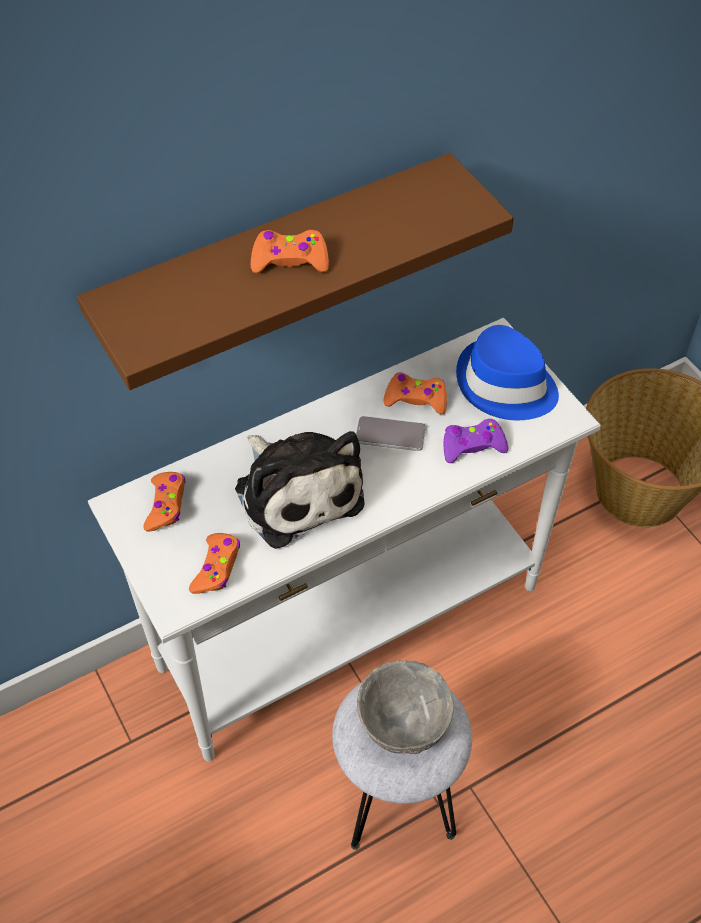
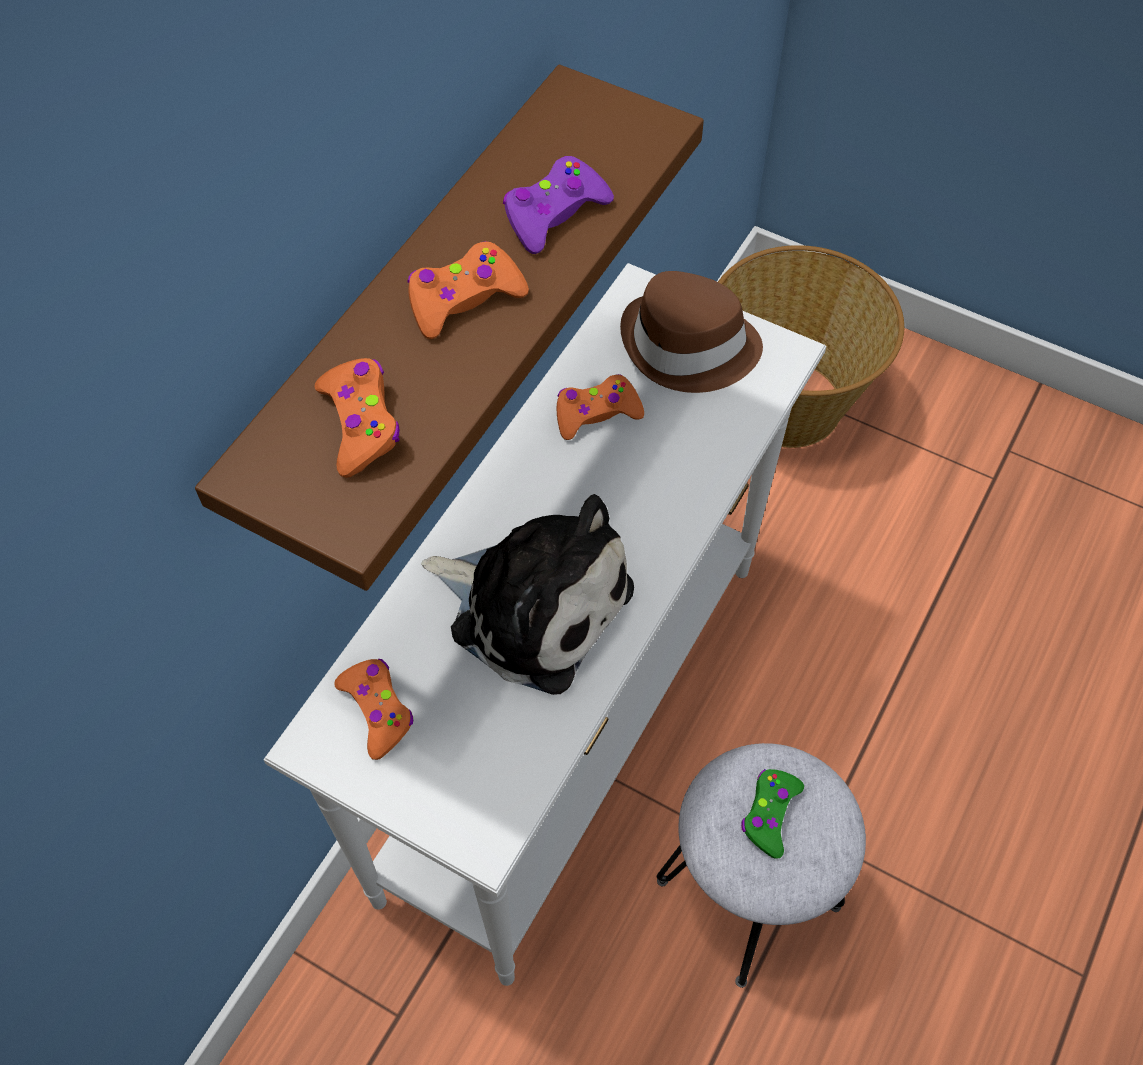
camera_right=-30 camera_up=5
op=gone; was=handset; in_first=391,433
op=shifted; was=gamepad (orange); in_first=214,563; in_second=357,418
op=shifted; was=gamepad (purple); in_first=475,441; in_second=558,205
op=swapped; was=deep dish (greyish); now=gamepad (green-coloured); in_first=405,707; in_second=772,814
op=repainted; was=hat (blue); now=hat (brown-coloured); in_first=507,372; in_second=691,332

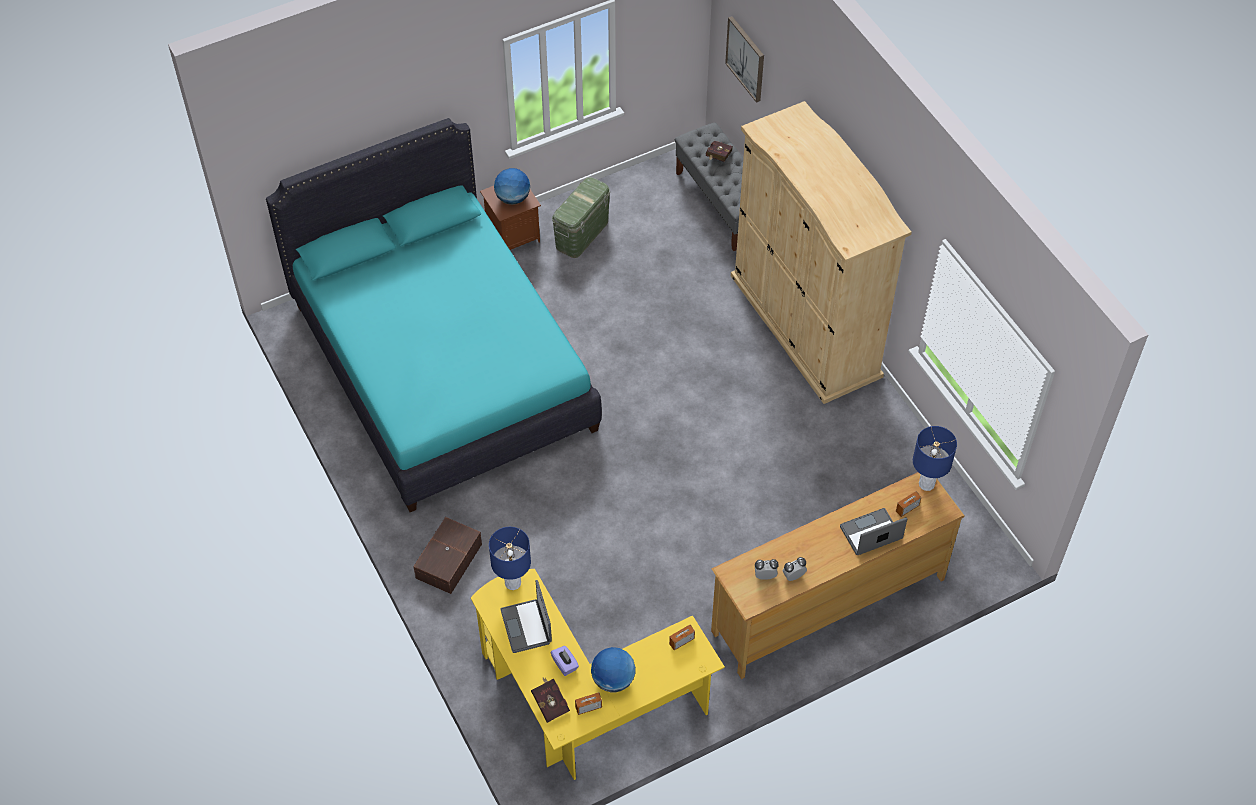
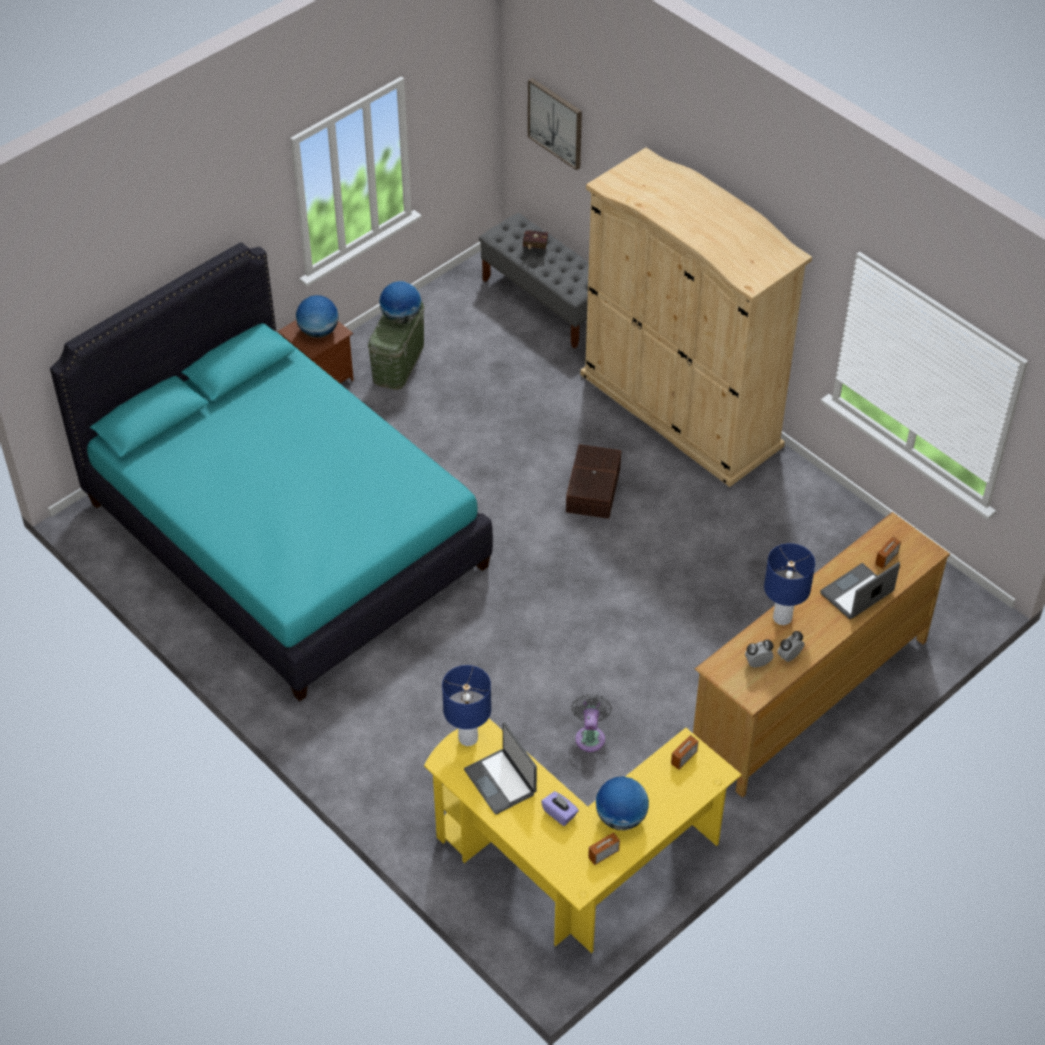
camera_right=-15 camera_up=-5
op=gone; was=book (red-coloured); in_first=550,700
op=new; now=globe; in_second=400,302
op=new; now=cooling fan (greyish); in_second=591,723
op=shifted; was=storage bin (brown-coloured); in_first=447,555; in_second=593,481
op=shifted; was=tabletop lamp (blue); in_first=935,458; in_second=789,584

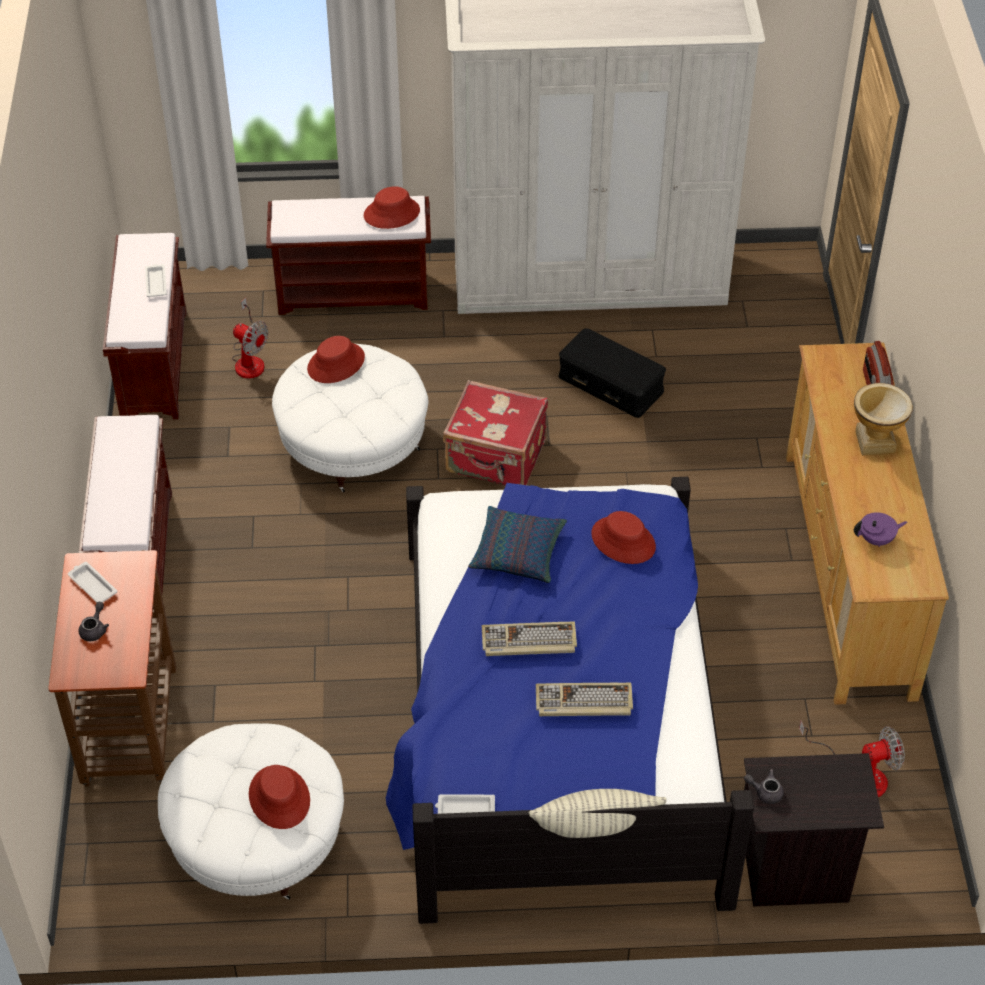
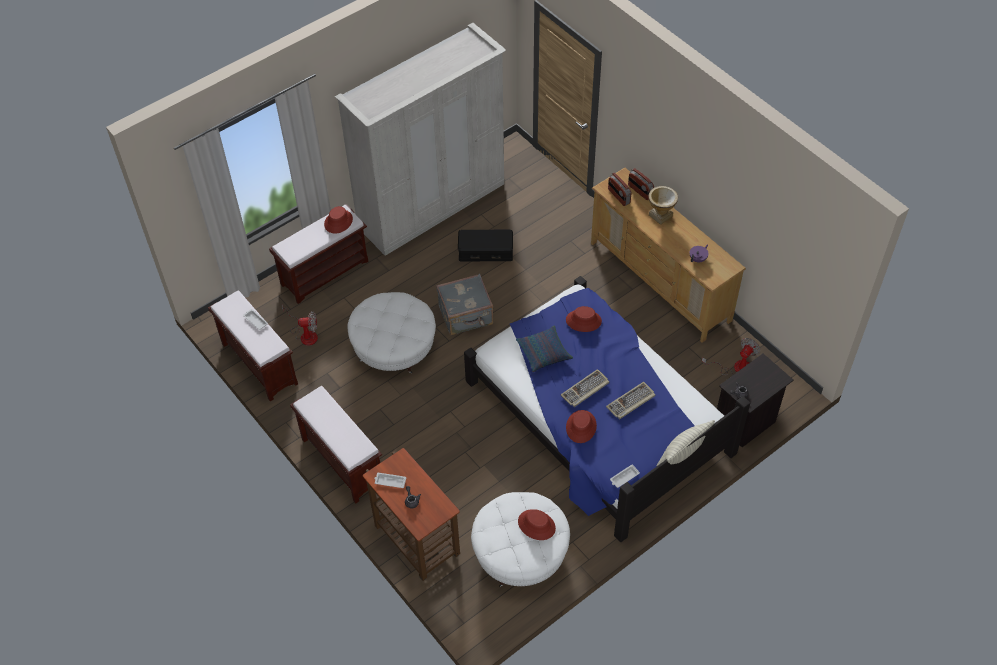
camera_right=-35 camera_up=5
op=new; now=radio; in_second=620,189
op=shifted; was=hat (red-coloured); in_first=336,359; in_second=581,426
op=repainted; was=suitcase (red-coloured); now=suitcase (greyish); in_first=495,433; in_second=464,305

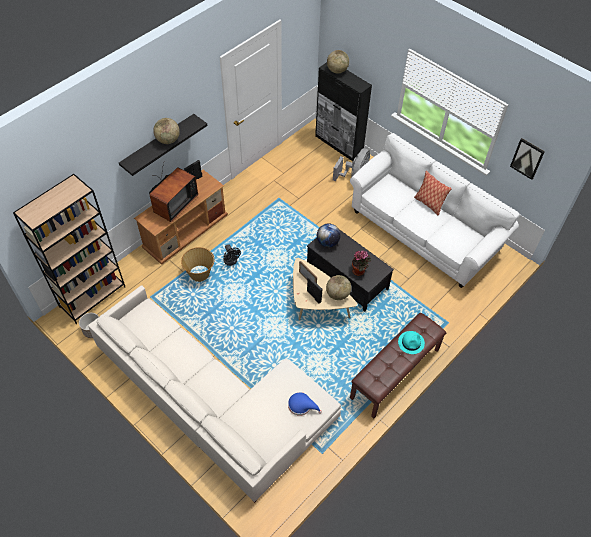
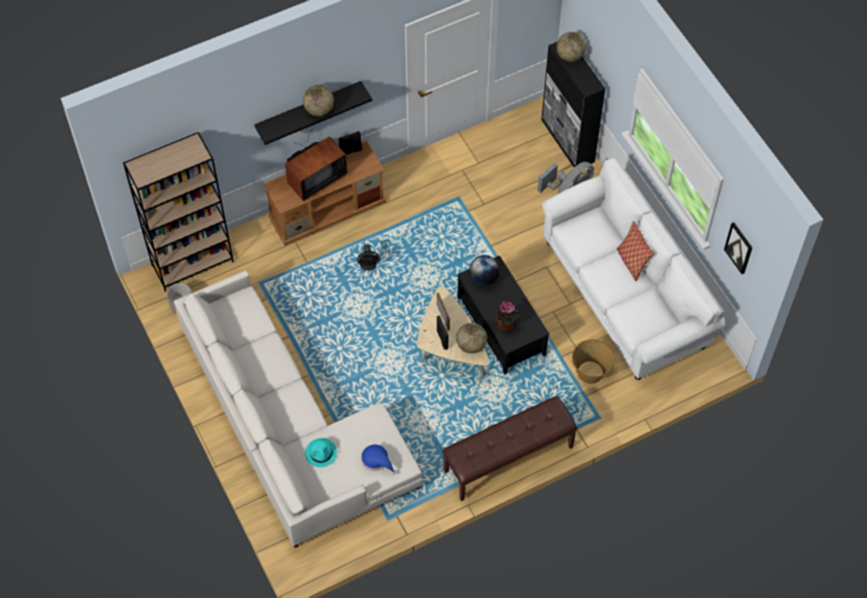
camera_right=20 camera_up=5
op=shifted; was=household basket; in_first=197,264; in_second=593,362
op=shifted; was=hat (blue-green); in_first=411,342; in_second=321,452

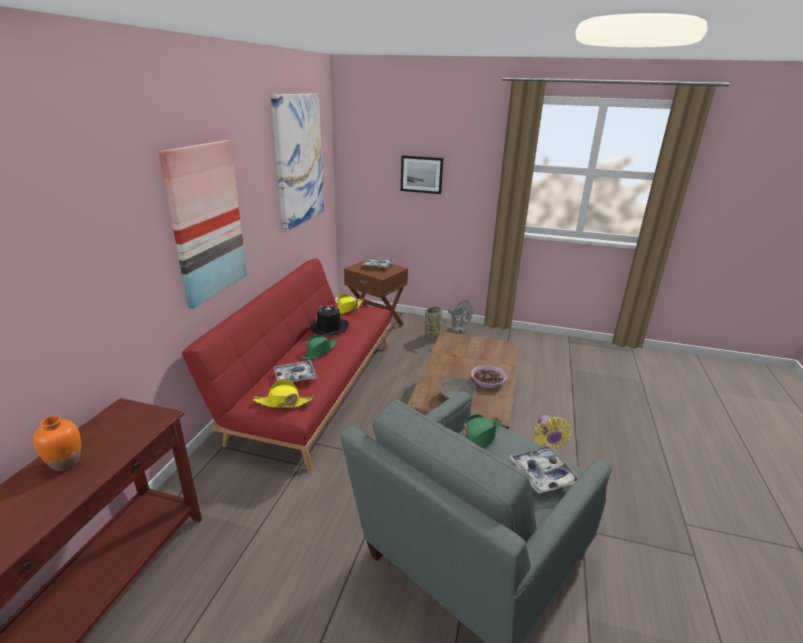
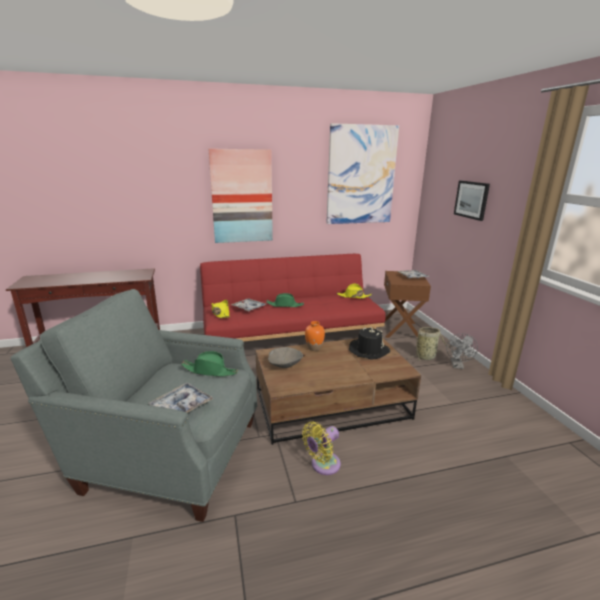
camera_right=60 camera_up=-5
op=gone; was=deep dish; in_first=489,376
op=shifted; was=decorative vase (orange); in_first=57,443; in_second=315,336
op=shifted; was=hat (black-coloured); in_first=329,320; in_second=369,343

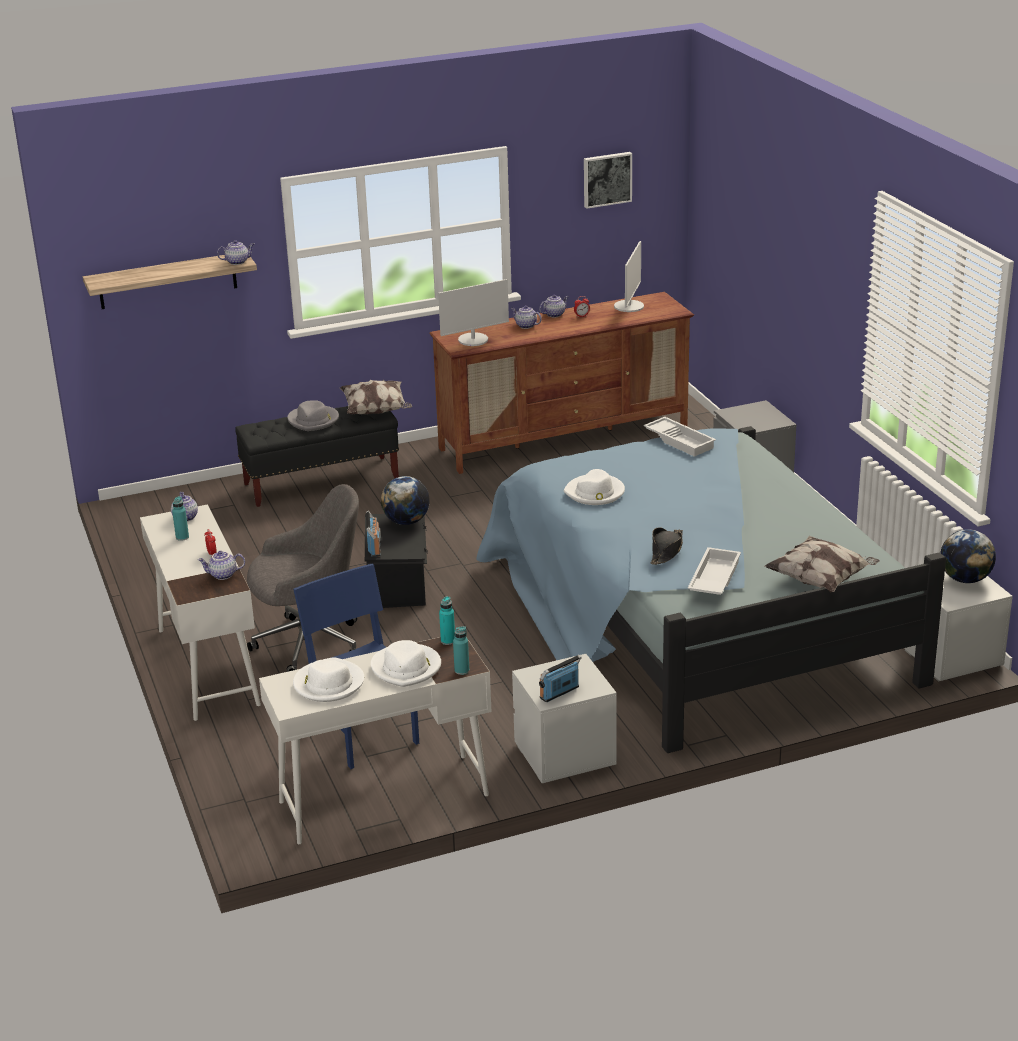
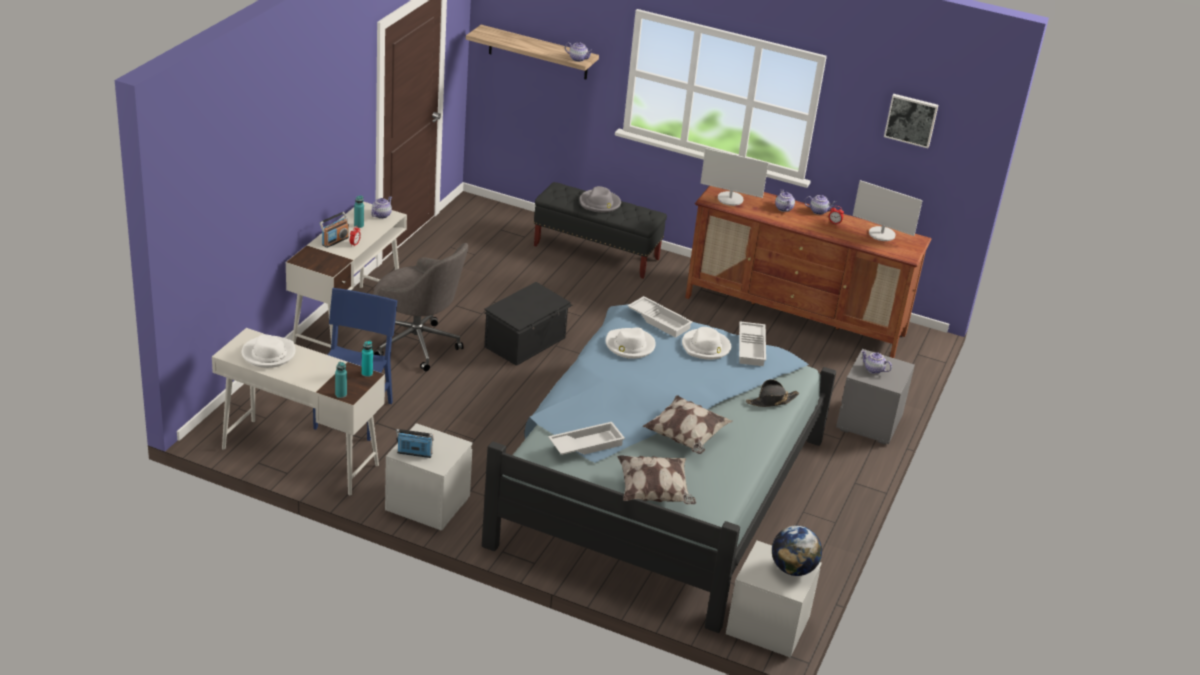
camera_right=40 camera_up=5
op=gone; was=globe; in_first=405,500
op=new; now=tray (whitish); in_second=660,317
op=shifted; was=pot for tea; in_first=221,565; in_second=876,362
op=shifted; was=cushion; in_first=376,397; in_second=688,424
op=shifted; was=radio; in_first=373,533; in_second=334,230
op=shifted; was=hat (whitish); in_first=406,663; in_second=706,343
op=shifted; was=hat (black-coloured); in_first=667,546; in_second=772,393
op=rotated; was=computer screen; in_first=629,276; in_second=888,210; clockwise=60

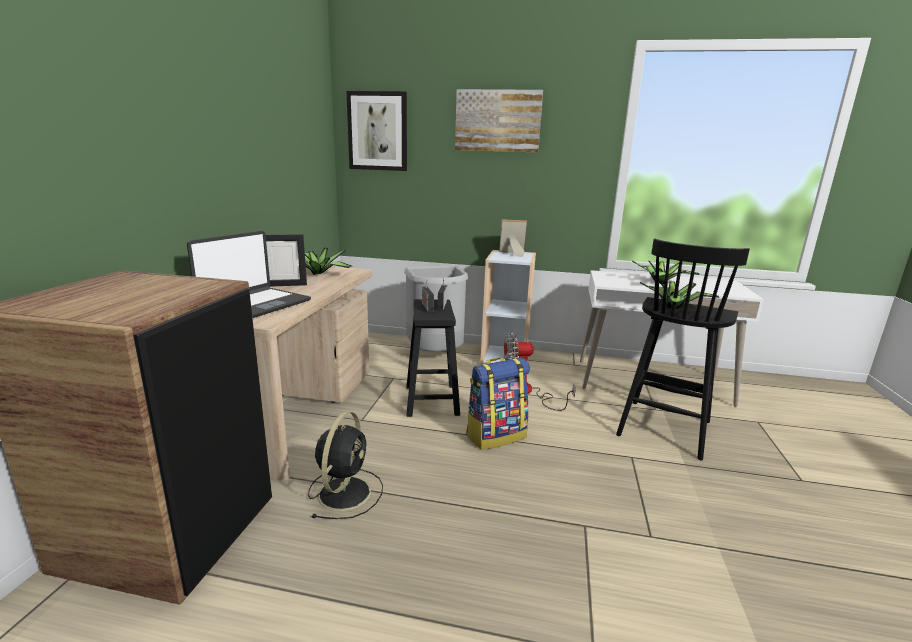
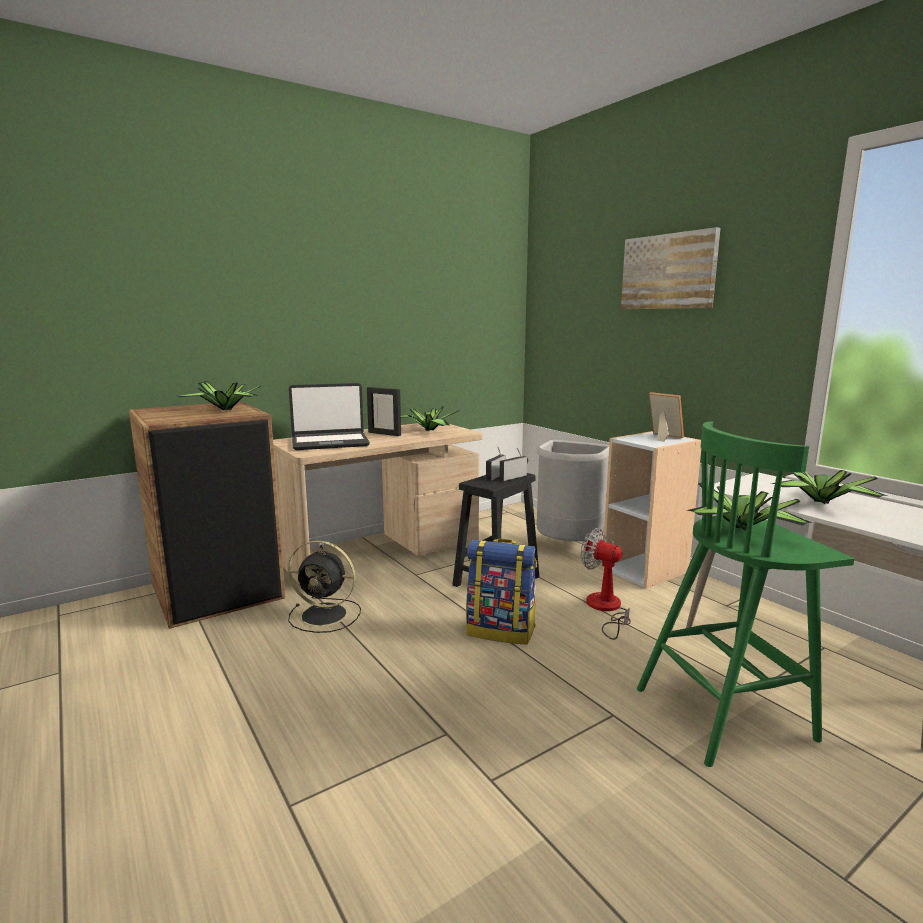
camera_right=45 camera_up=-5
op=gone; was=wall picture; in_first=377,131
op=new; now=plant in a pot; in_second=219,396
op=repainted; was=sitting stool (black-coloured); now=sitting stool (green-coloured); in_first=683,350; in_second=746,594
op=rotated; was=cooling fan (black-coloured); in_first=345,465; in_second=324,586; clockwise=45

